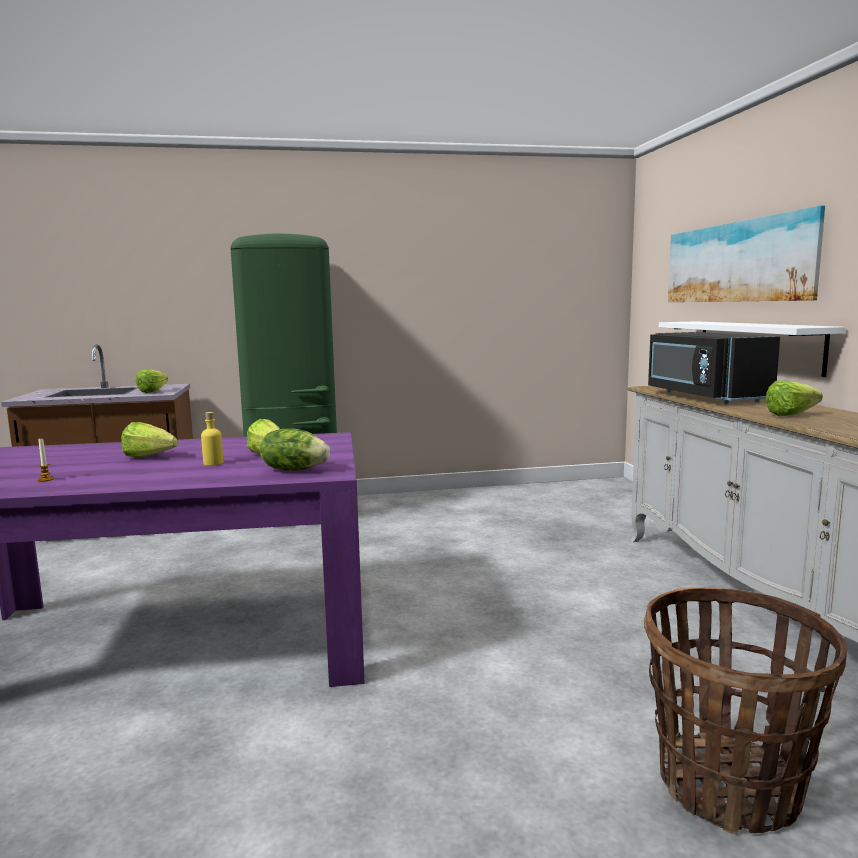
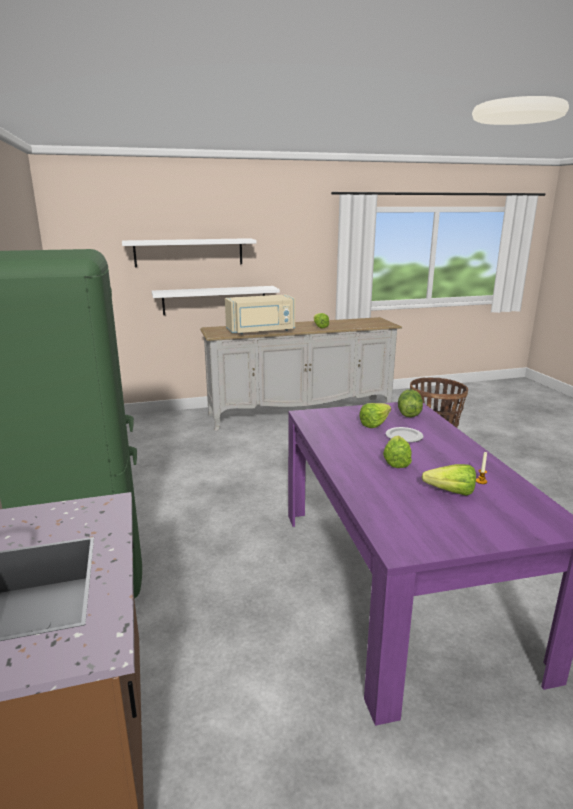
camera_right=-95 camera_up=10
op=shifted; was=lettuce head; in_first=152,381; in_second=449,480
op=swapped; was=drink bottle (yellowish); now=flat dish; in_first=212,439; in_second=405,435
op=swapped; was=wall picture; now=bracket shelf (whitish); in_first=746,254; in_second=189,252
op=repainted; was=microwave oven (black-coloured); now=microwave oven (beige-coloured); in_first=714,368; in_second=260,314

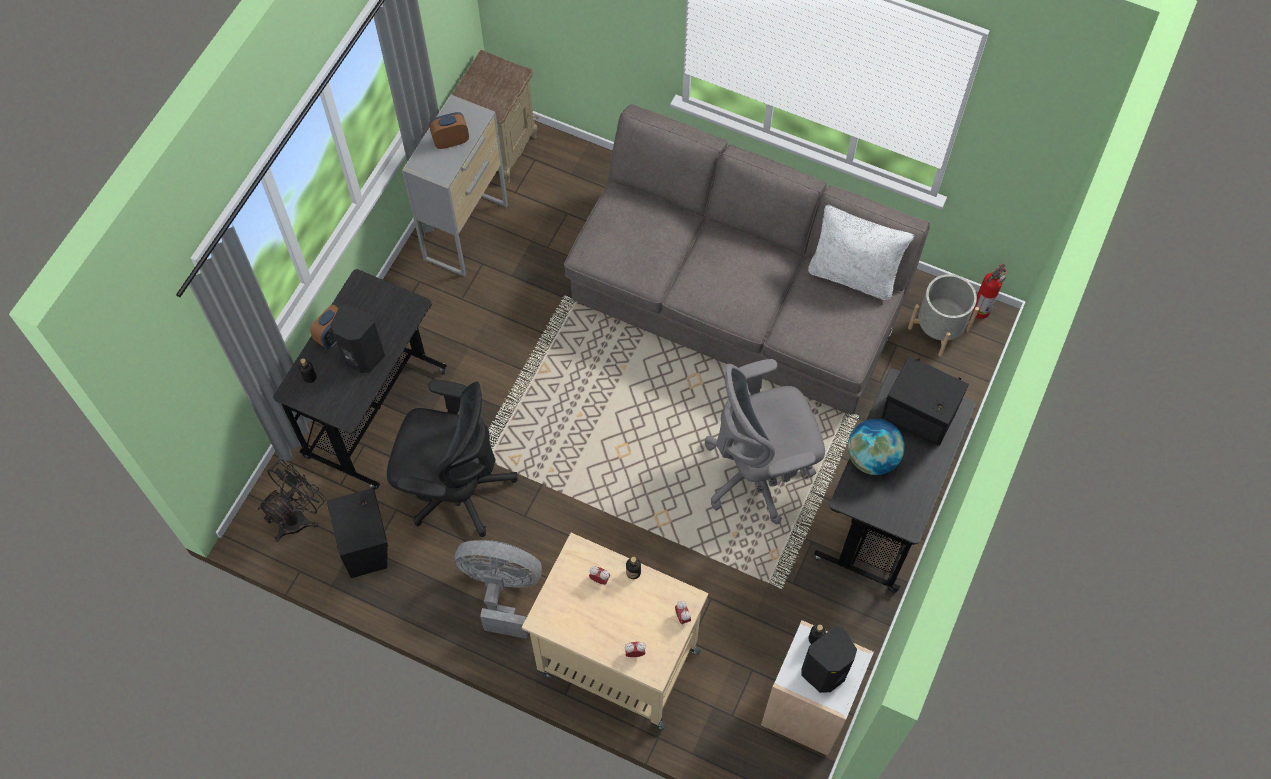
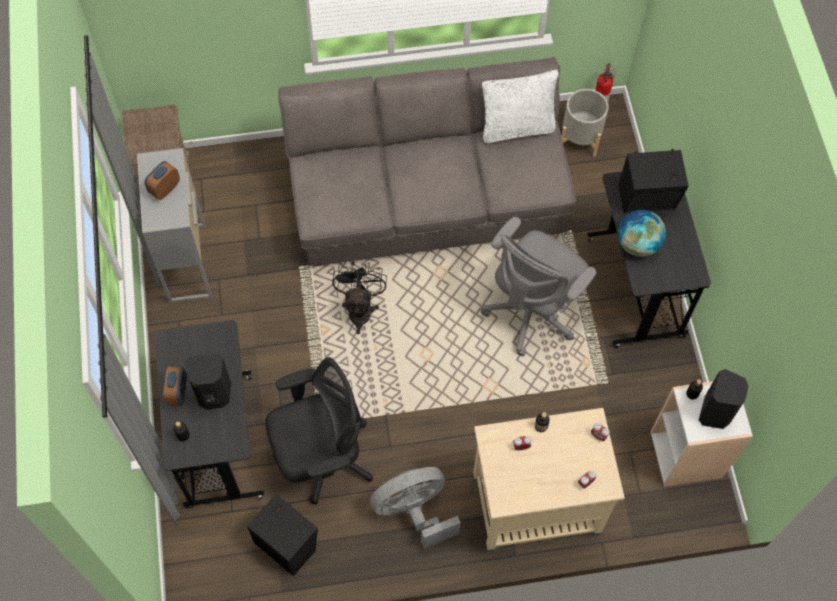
camera_right=-35 camera_up=0
op=shifted; was=cooling fan (black-coloured); in_first=292,500; in_second=359,297

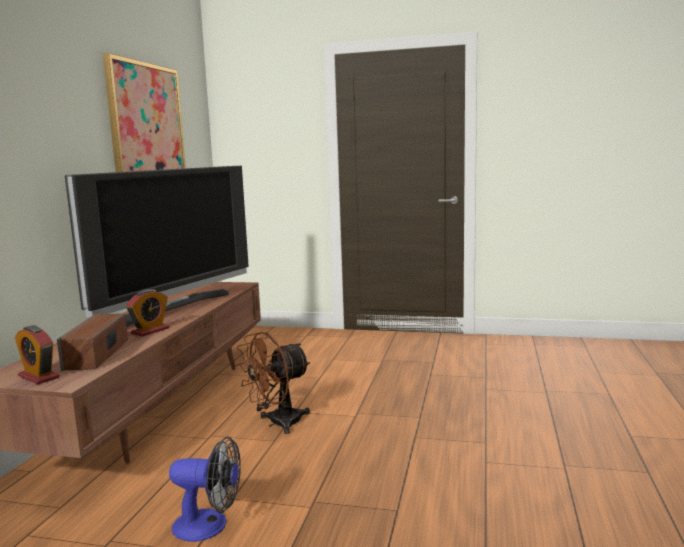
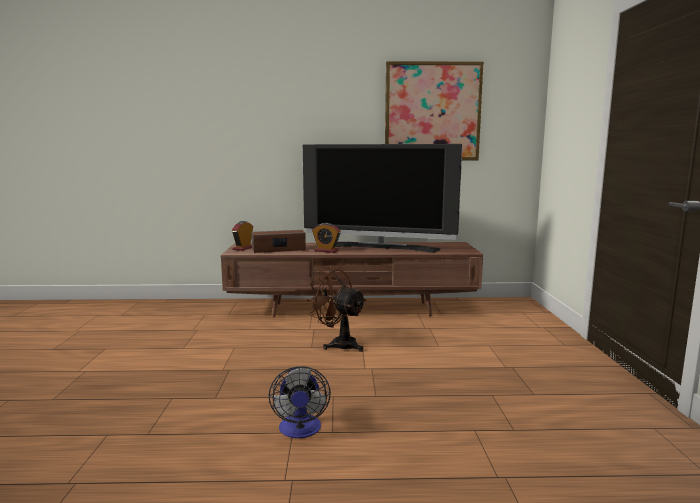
camera_right=75 camera_up=0
op=shifted; was=cooling fan; in_first=205,489; in_second=300,402

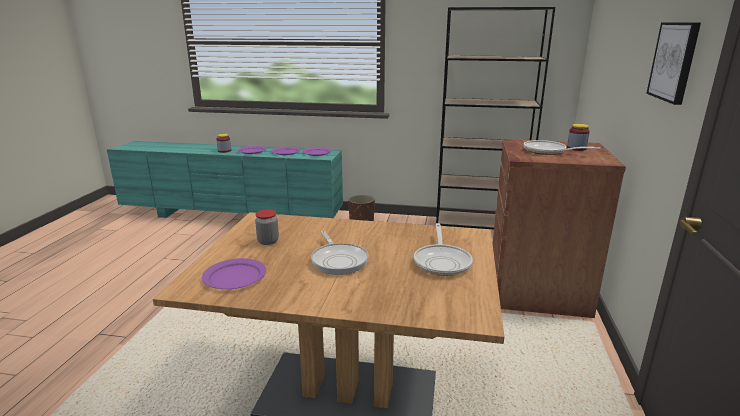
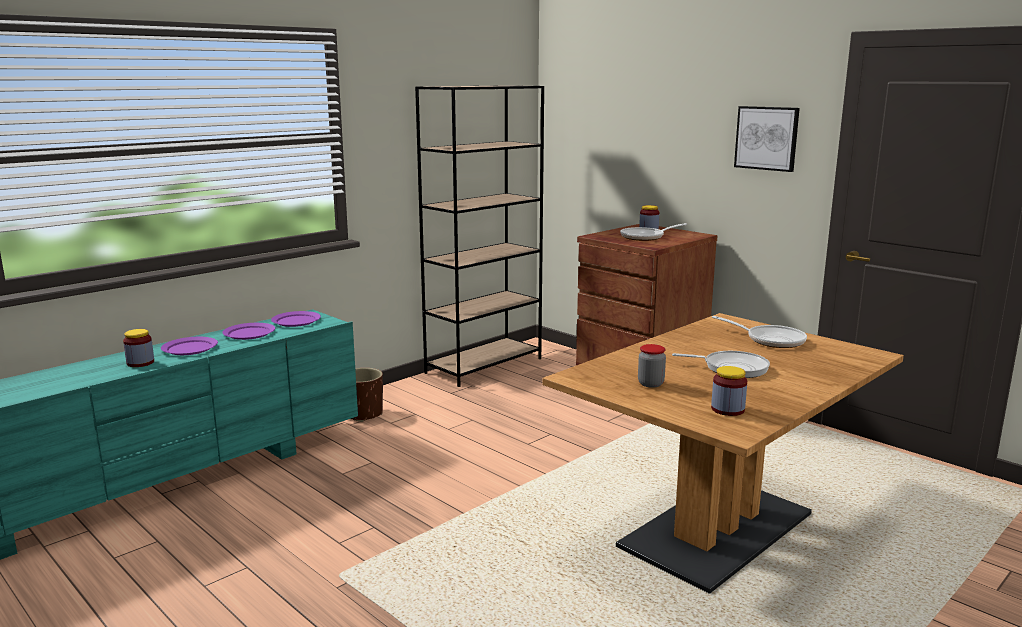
camera_right=-55 camera_up=-5
op=swapped; was=flat dish (purple); now=jar; in_first=234,273; in_second=729,391

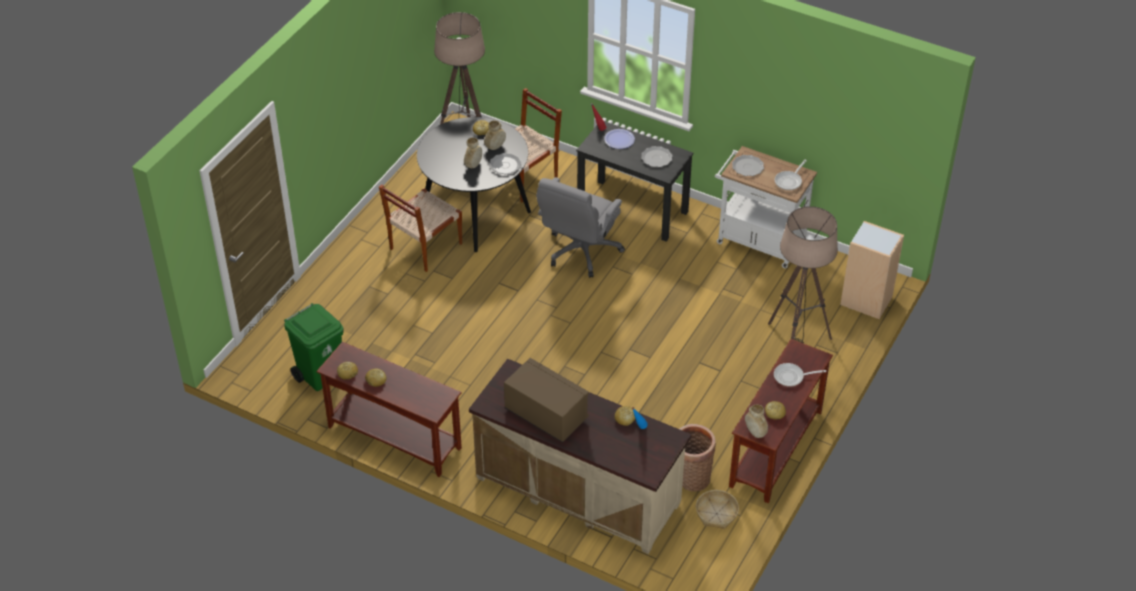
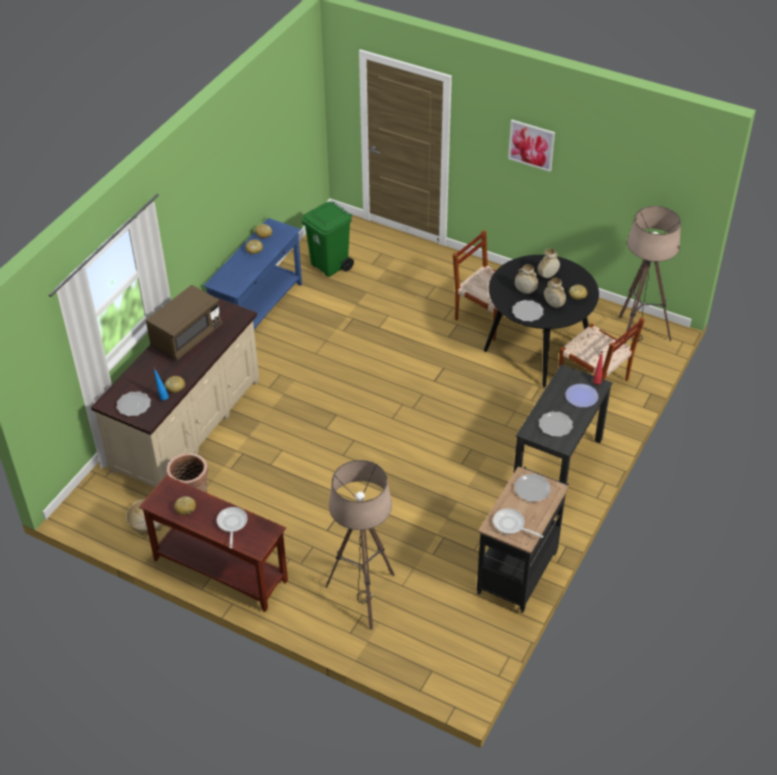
camera_right=90 camera_up=0
op=gone; was=computer chair (greyish); in_first=580,227
op=gone; was=bookshelf; in_first=872,270
op=new; now=flat dish; in_second=133,403
op=new; now=wall picture; in_second=531,146
op=shifted; was=decorative vase (beige-coloured); in_first=756,421; in_second=549,263
op=repainted; was=console table (brown-coloured); now=console table (blue); in_first=389,409; in_second=252,274
op=repainted; was=trolley (whitish); now=trolley (black-coloured); in_first=766,207; in_second=523,539

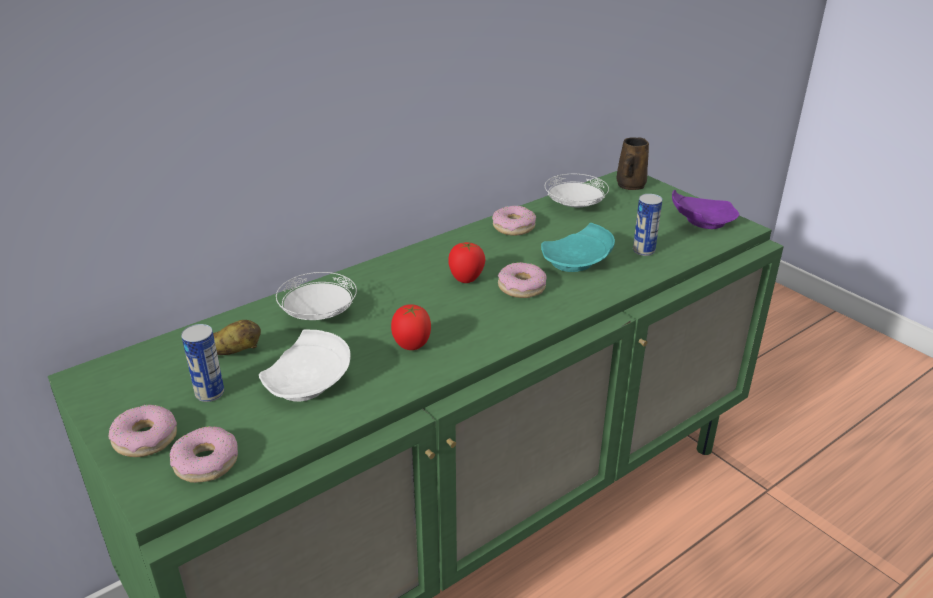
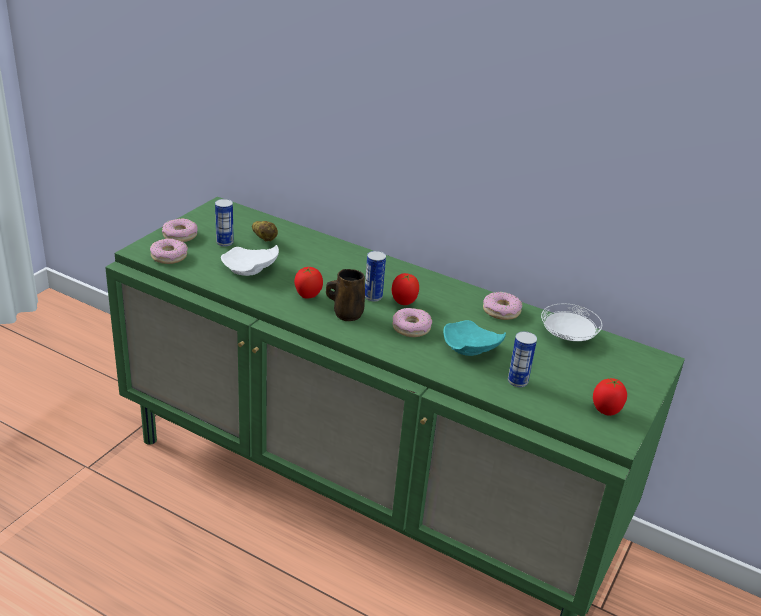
camera_right=65 camera_up=0
op=gone; was=flat dish (whitish); in_first=316,296
op=new; now=can; in_second=375,276
op=shifted; was=mug (brown-coloured); in_first=633,163; in_second=345,295
op=swapped; was=flat dish (purple); now=fresh tomato; in_first=705,209; in_second=610,397

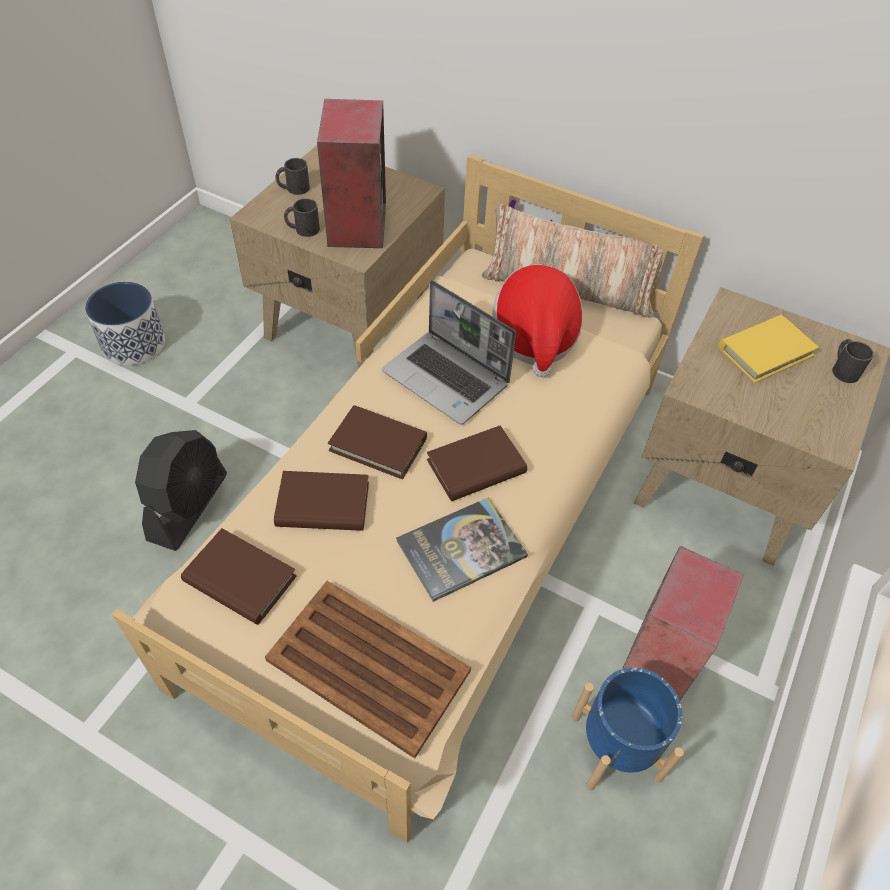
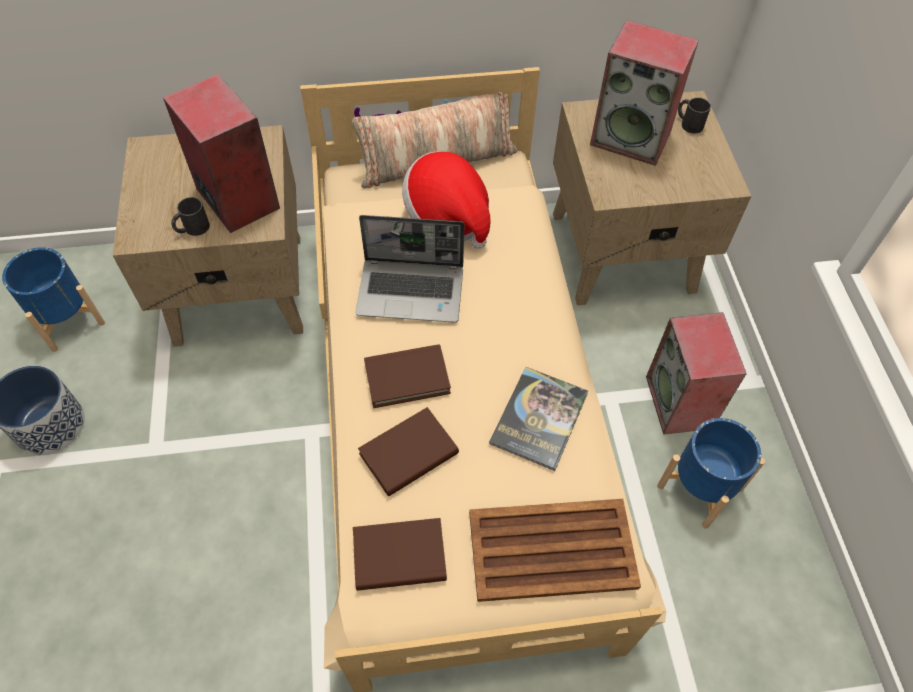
camera_right=-35 camera_up=5
op=gone; was=cooling fan (black-coloured); in_first=181,490
op=gone; was=mug (black-coloured); in_first=292,176
op=gone; was=book (brown-coloured); in_first=477,463
op=new; now=plant pot (blue); in_second=53,299
op=swapped; was=book (yellowish); now=loudspeaker; in_first=768,349; in_second=644,93

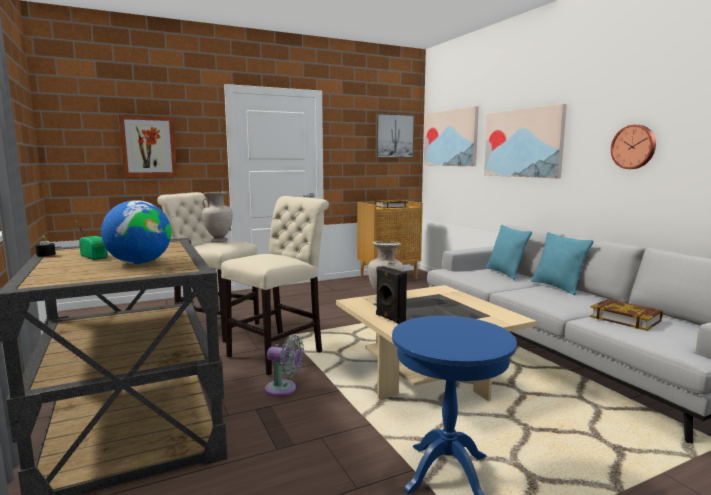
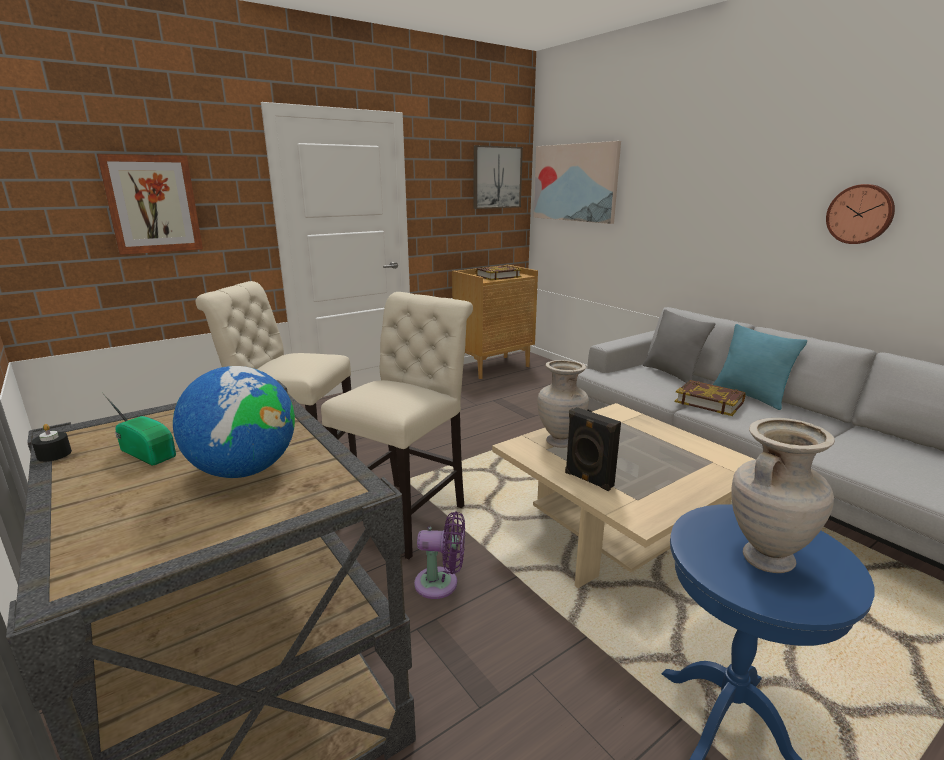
camera_right=-10 camera_up=10
op=gone; was=wall picture; in_first=525,141
op=shifted; was=decorative vase (beige-coloured); in_first=217,216; in_second=783,495
op=shifted; was=book; in_first=626,315; in_second=710,398
op=repainted; was=cooling fan (greyish); now=cooling fan (purple); in_first=284,365; in_second=439,555
op=repainted; was=cushion (blue-green); now=cushion (greyish); in_first=509,252; in_second=679,346

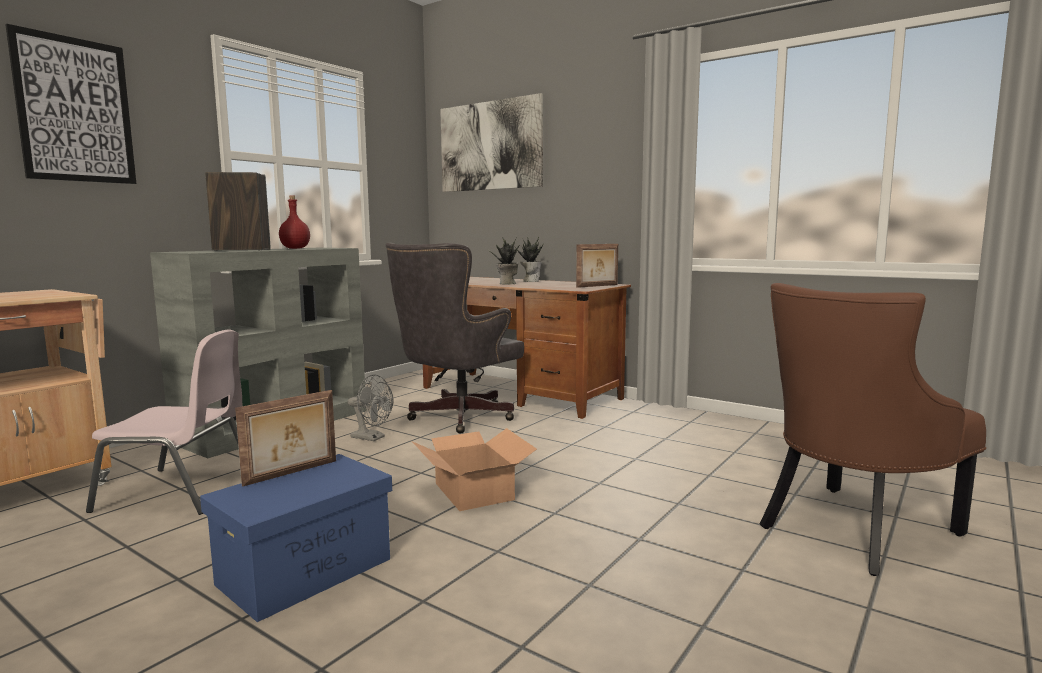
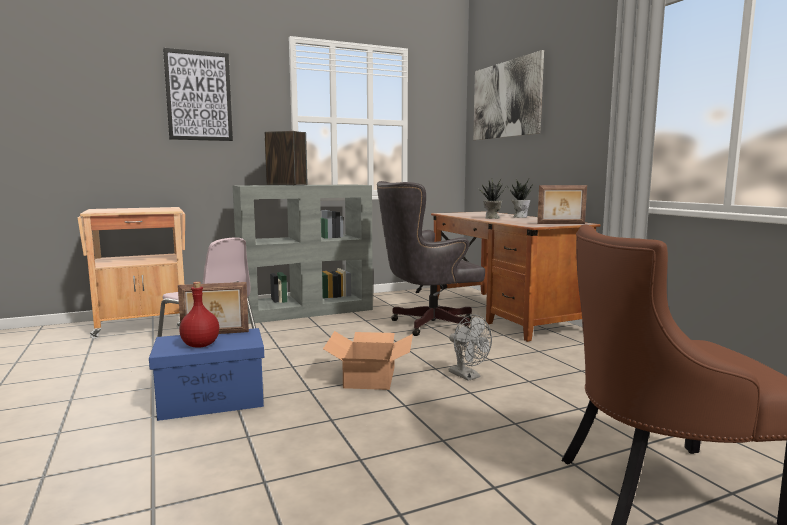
camera_right=30 camera_up=0
op=shifted; was=drink bottle (red-coloured); in_first=294,222; in_second=199,314
op=shifted; was=cooling fan (greyish); in_first=370,407; in_second=470,348

